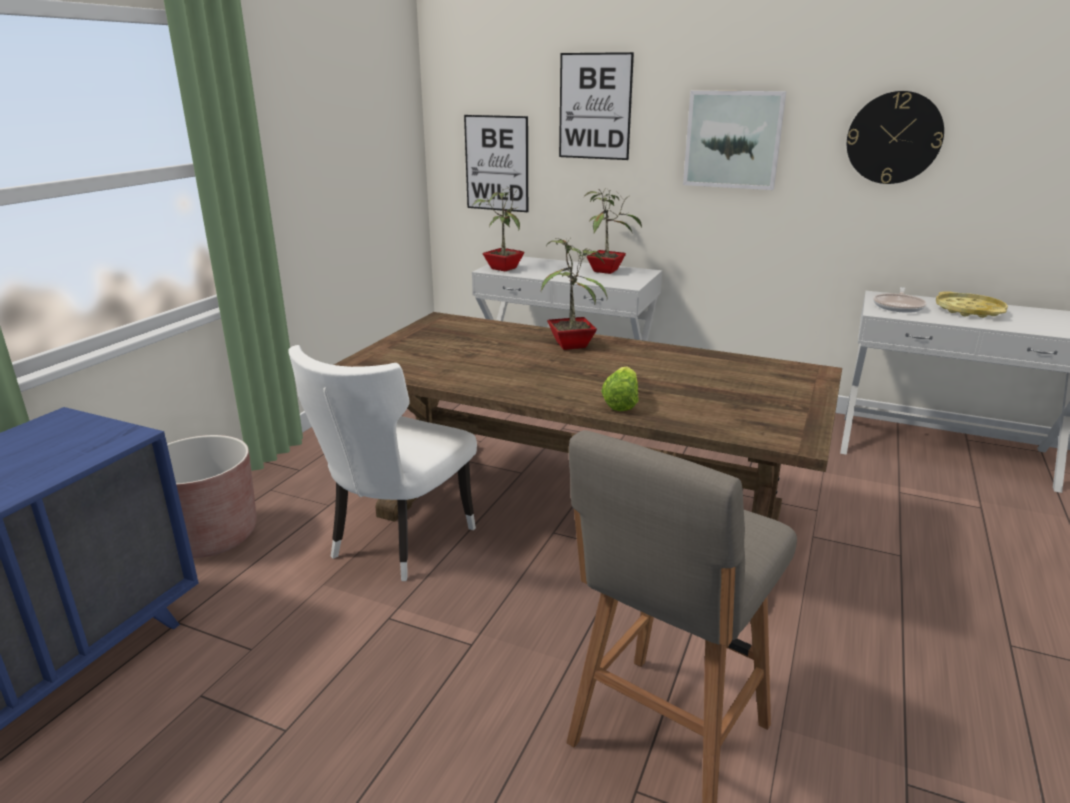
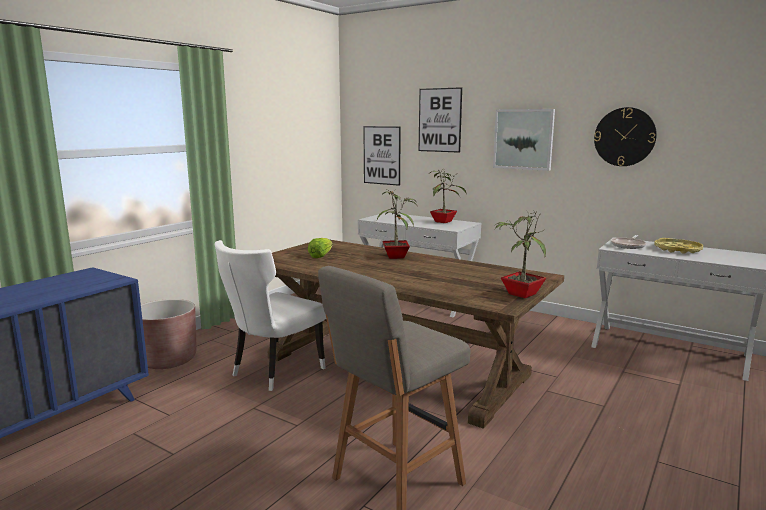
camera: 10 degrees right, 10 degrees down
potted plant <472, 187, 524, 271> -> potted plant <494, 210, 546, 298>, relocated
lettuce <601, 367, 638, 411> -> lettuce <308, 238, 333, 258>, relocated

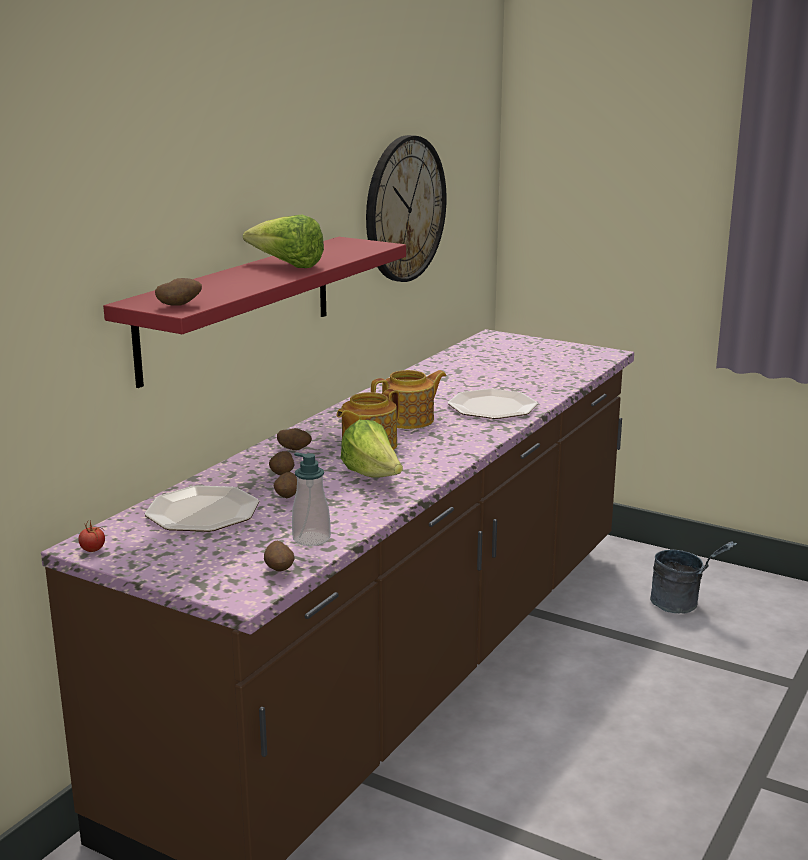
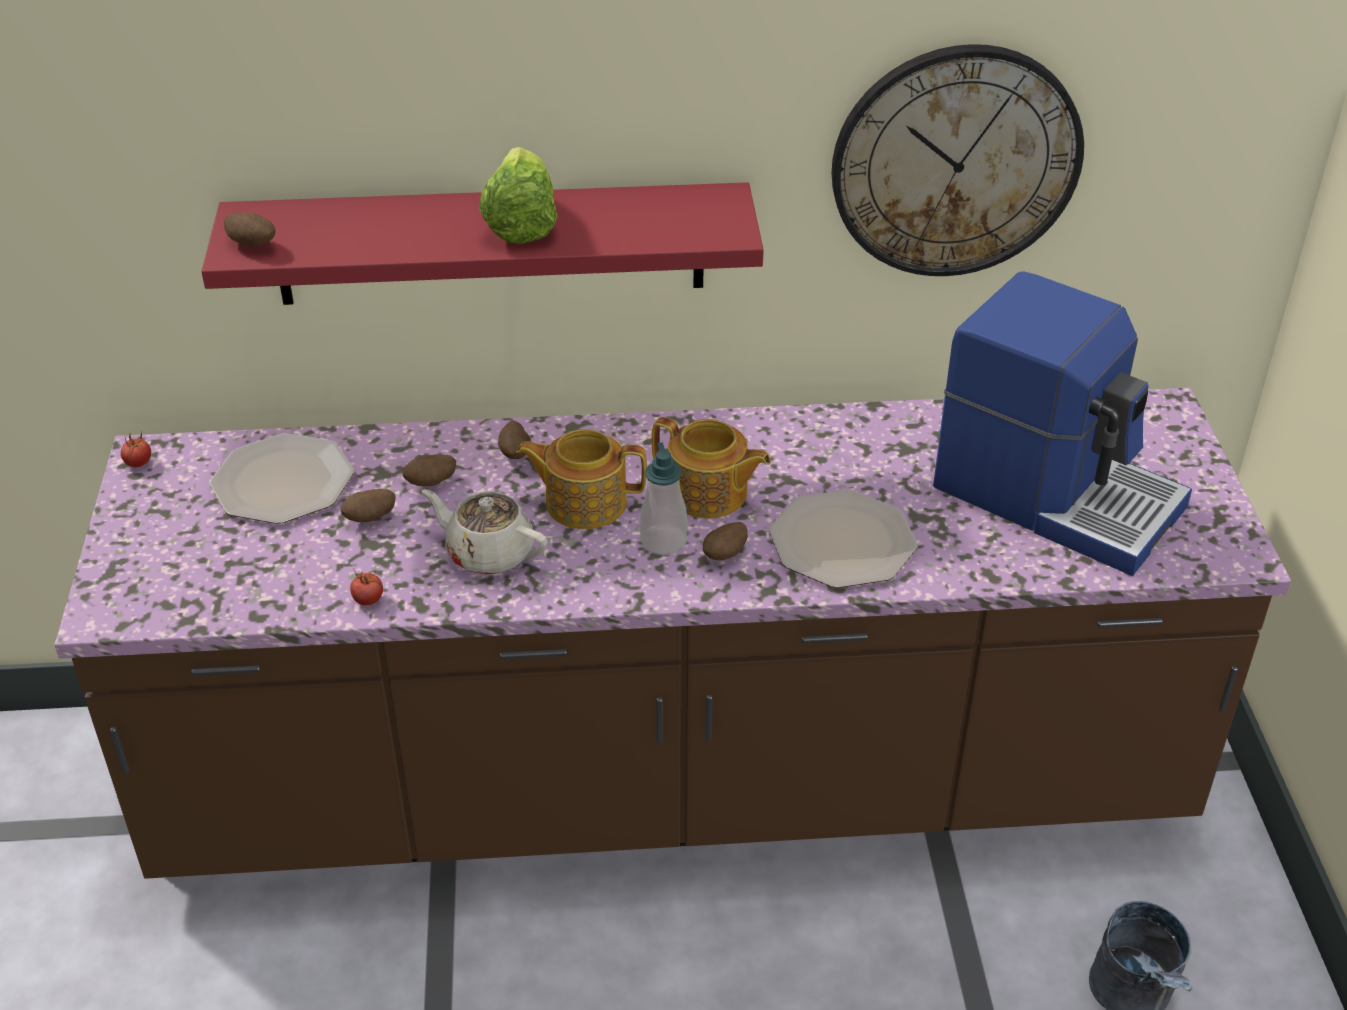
camera: 55 degrees right, 20 degrees up
lettuce <341, 420, 403, 478> -> beige teapot <422, 489, 548, 575>
soap dispenser <292, 452, 331, 546> -> soap dispenser <640, 442, 687, 555>, relocated
potato <264, 541, 295, 572> -> potato <703, 522, 748, 560>, relocated
none -> coffee machine <933, 271, 1192, 576>
none -> tomato <350, 571, 383, 606>

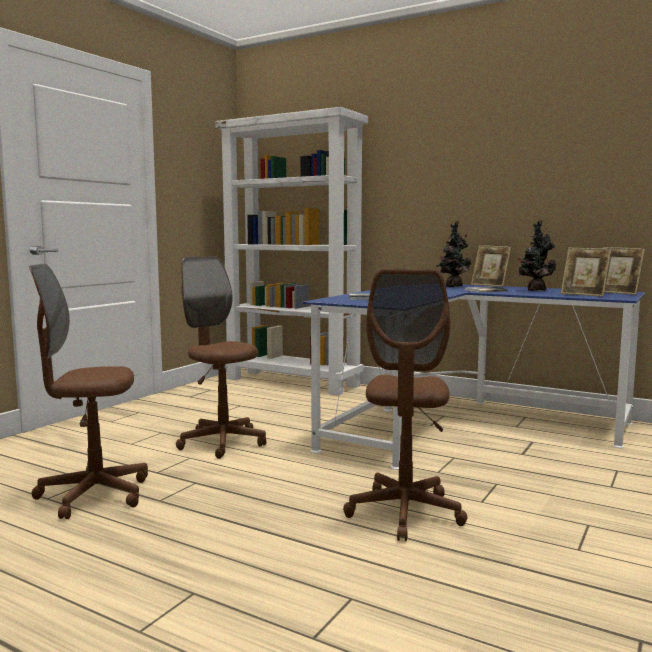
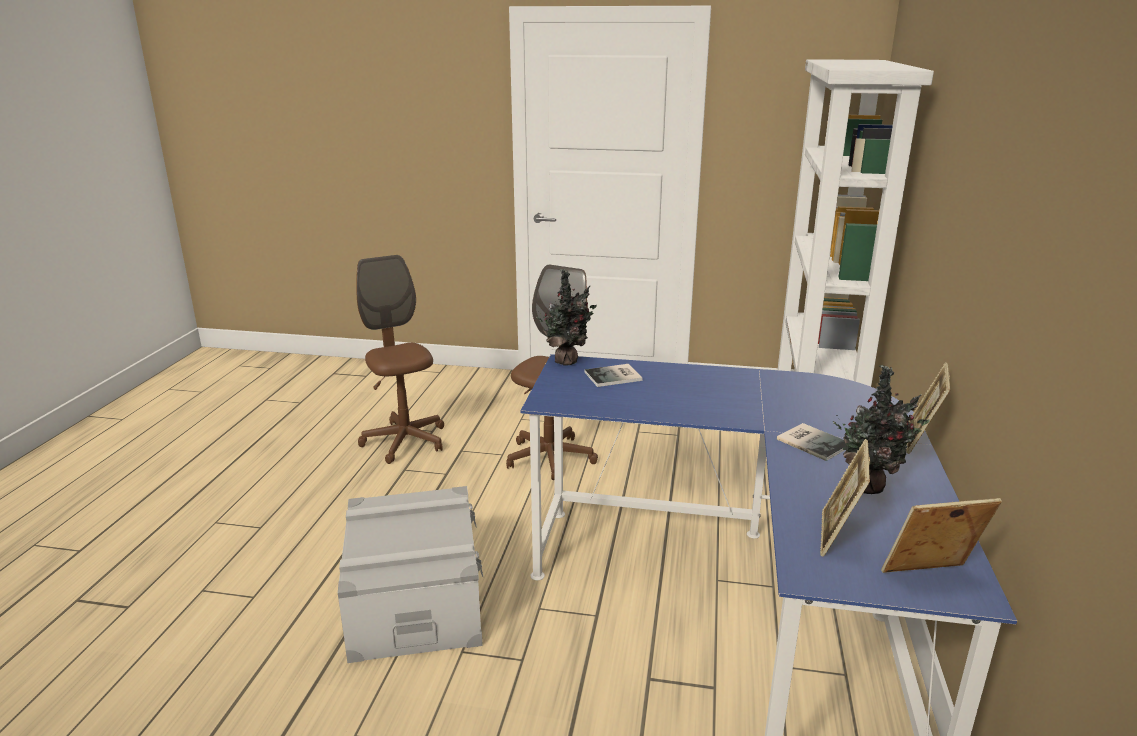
camera: 70 degrees right, 15 degrees up
potted plant <436, 221, 471, 287> -> potted plant <536, 269, 597, 366>, relocated
picture frame <603, 247, 645, 295> -> picture frame <881, 498, 1002, 573>, 60 degrees clockwise
brown office chair <343, 269, 468, 541> -> grey storage box <338, 486, 483, 663>

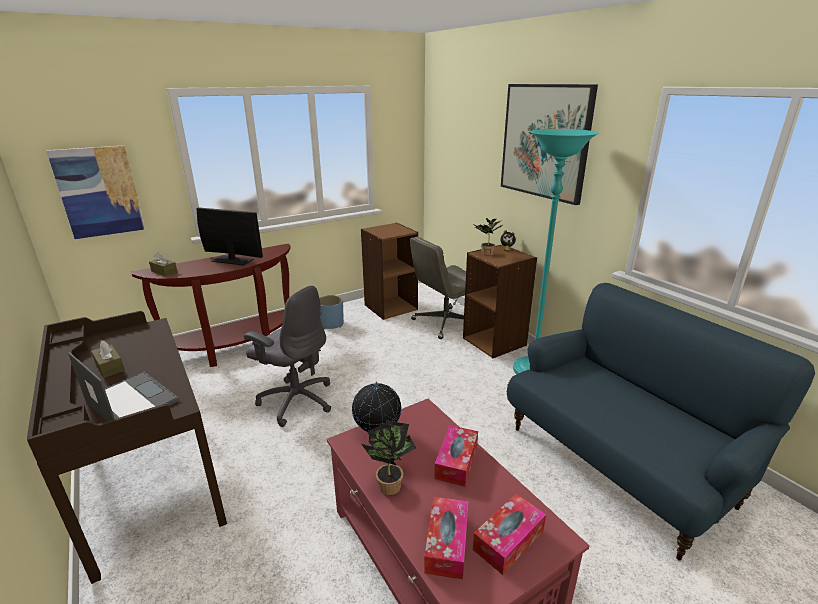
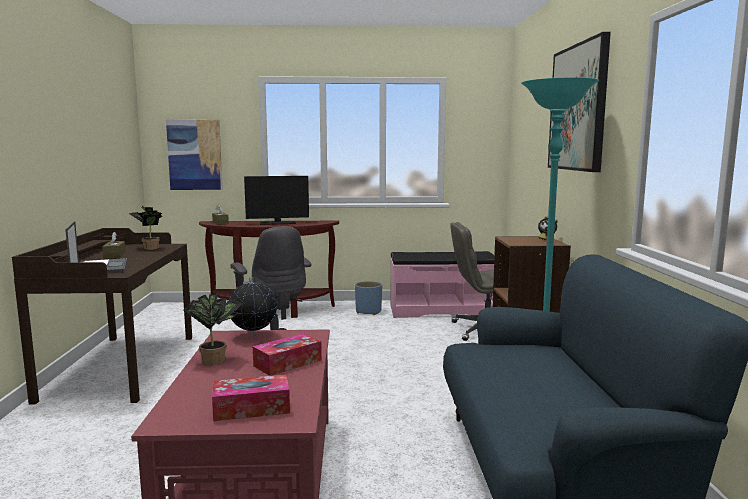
camera: 30 degrees right, 15 degrees down
monitor <196, 207, 263, 266> -> monitor <244, 176, 309, 225>, 120 degrees clockwise
potted plant <472, 218, 502, 256> -> potted plant <129, 206, 162, 250>, relocated
brown bookcase <361, 223, 418, 320> -> pink bench <390, 251, 495, 318>
tissue box <424, 497, 468, 579> -> none

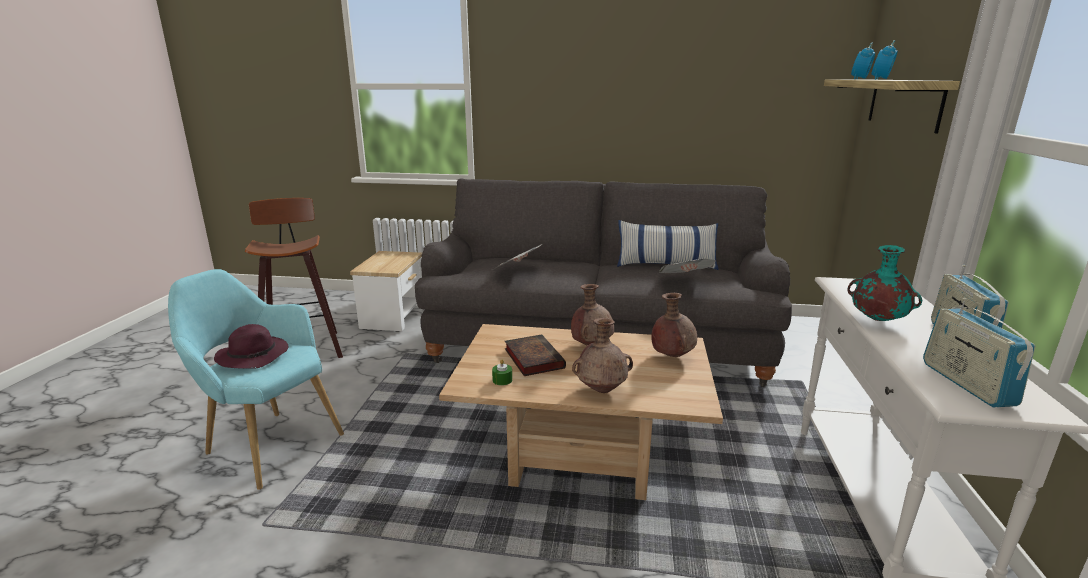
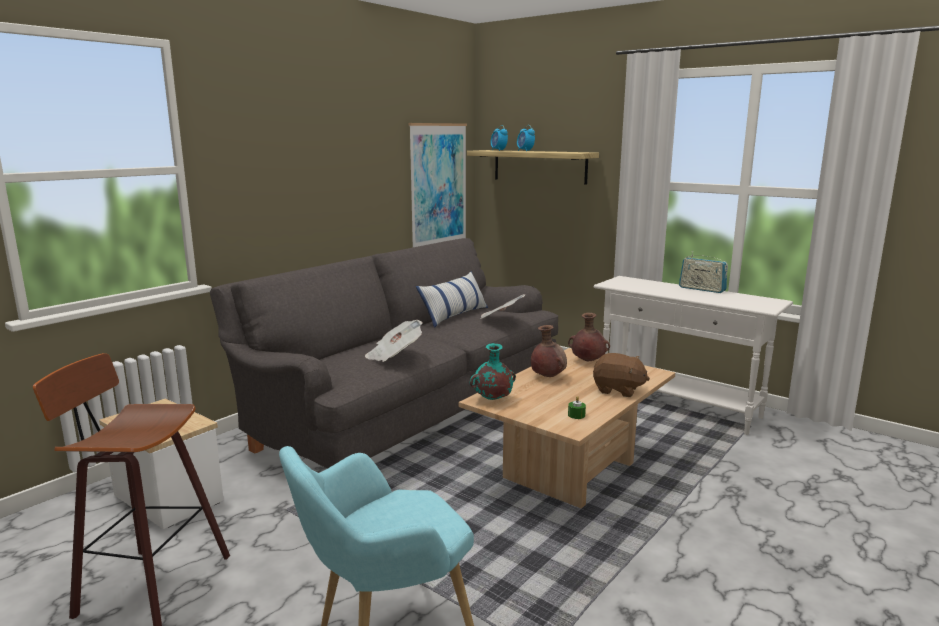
camera: 60 degrees left, 5 degrees down
turquoise vase <847, 245, 922, 321> -> turquoise vase <470, 343, 516, 400>, relocated
radio <923, 298, 1036, 408> -> none
brown vase <572, 318, 633, 393> -> brown plush toy <593, 353, 650, 397>
purple hat <214, 324, 289, 369> -> none
book <505, 334, 566, 376> -> none
none -> picture <408, 123, 467, 247>

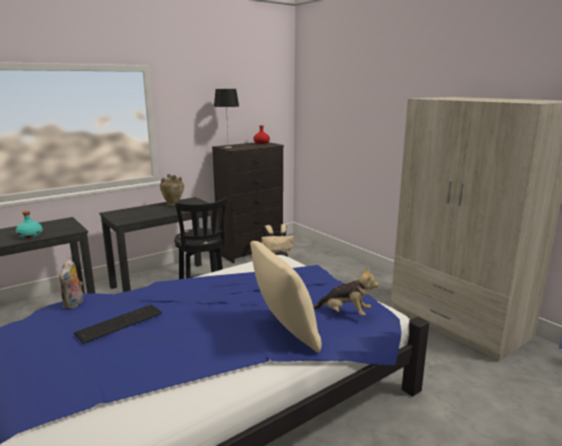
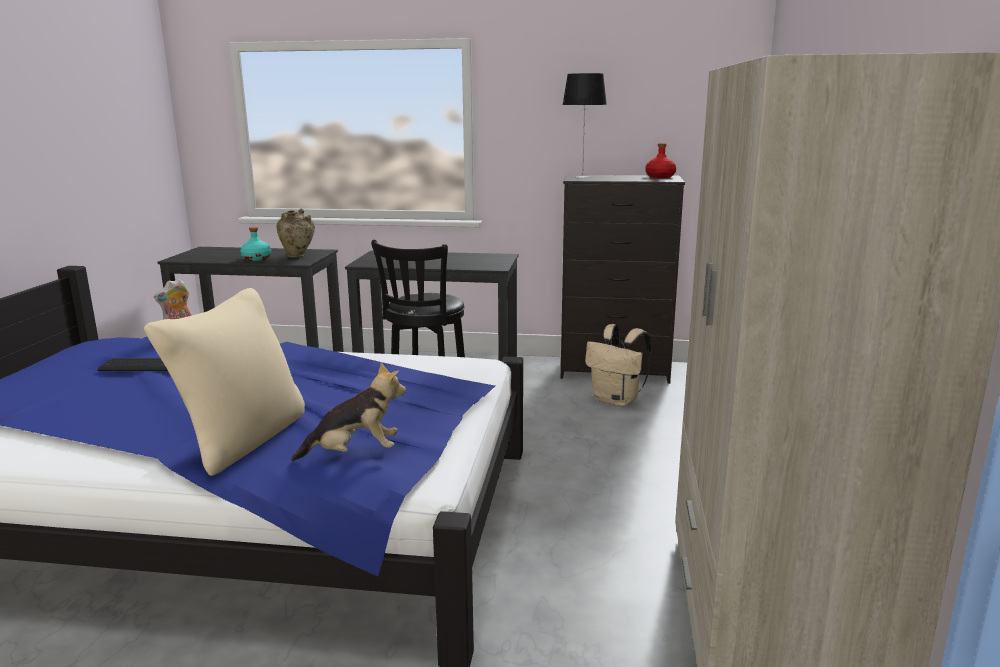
camera: 45 degrees right, 0 degrees up
beige vase <160, 174, 184, 206> -> beige vase <276, 209, 315, 258>, relocated
plush toy <313, 268, 379, 316> -> plush toy <291, 363, 406, 461>, 75 degrees counterclockwise

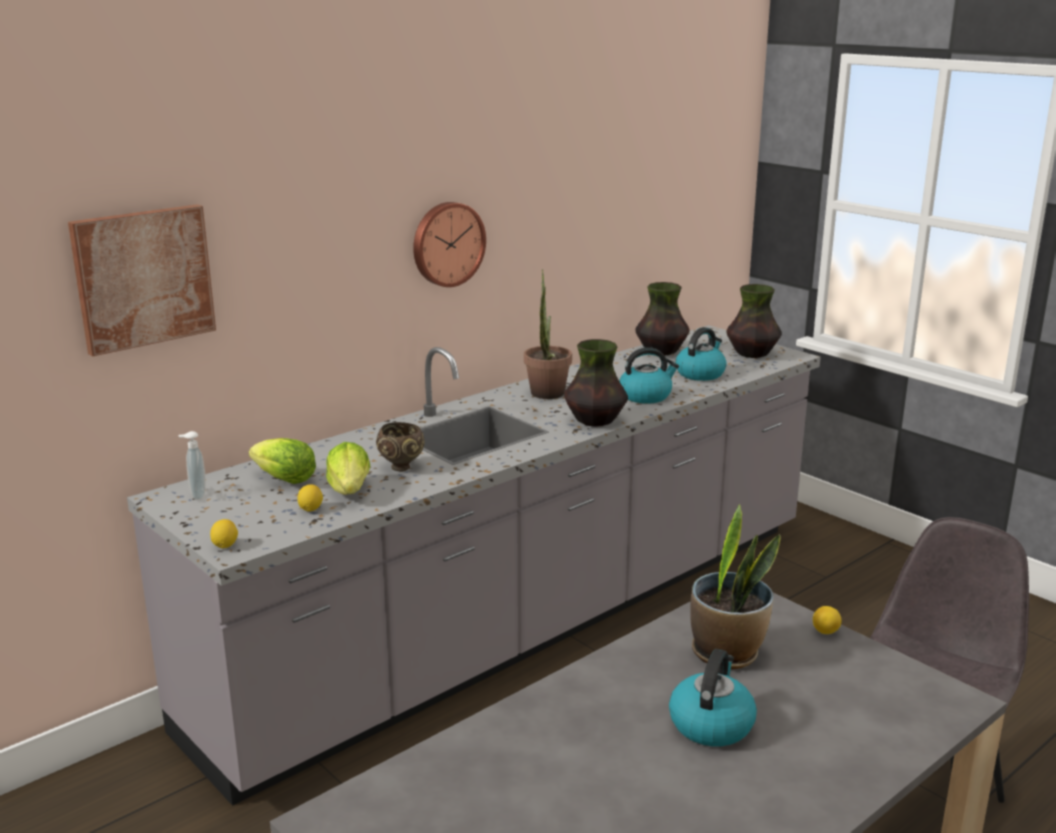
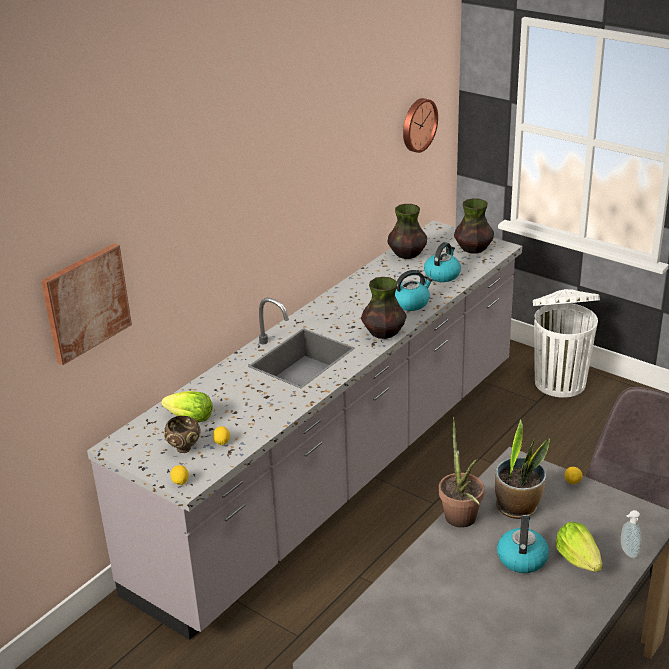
camera: 10 degrees left, 10 degrees up
wall clock <413, 202, 486, 287> -> wall clock <403, 98, 438, 153>, relocated
potted plant <524, 269, 572, 399> -> potted plant <439, 417, 484, 528>, relocated
brown bowl <376, 422, 425, 472> -> brown bowl <164, 416, 200, 453>, relocated
soap dispenser <179, 431, 206, 500> -> soap dispenser <621, 510, 642, 559>, relocated
lettuce <326, 442, 370, 495> -> lettuce <556, 522, 602, 572>, relocated
none -> white trash can <533, 289, 600, 398>

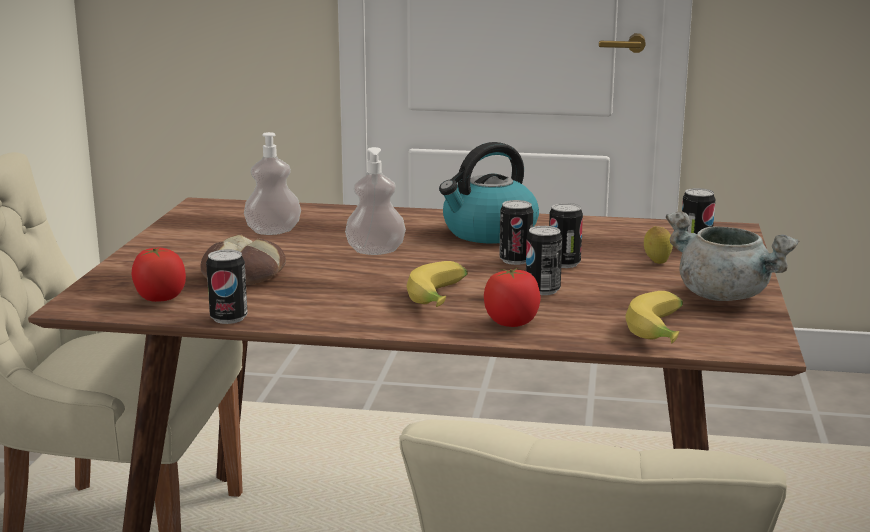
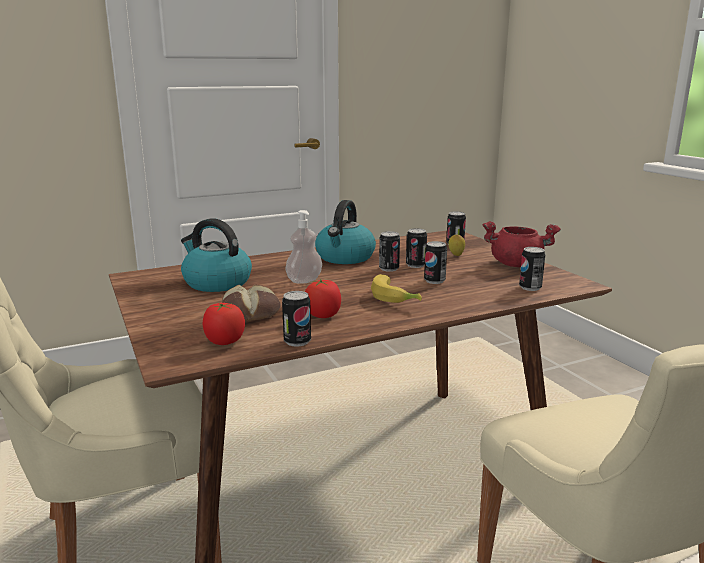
camera: 35 degrees left, 0 degrees up
soap dispenser <244, 132, 301, 235> -> kettle <181, 218, 252, 292>
grey cooking pot <666, 211, 799, 301> -> red cooking pot <483, 221, 561, 267>
tomato <484, 268, 540, 327> -> tomato <305, 279, 341, 318>, relocated
banana <625, 291, 683, 343> -> can <519, 247, 545, 291>

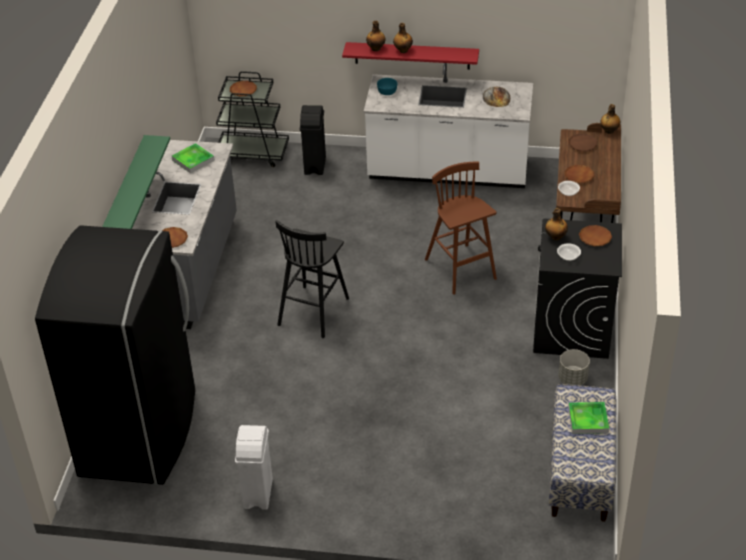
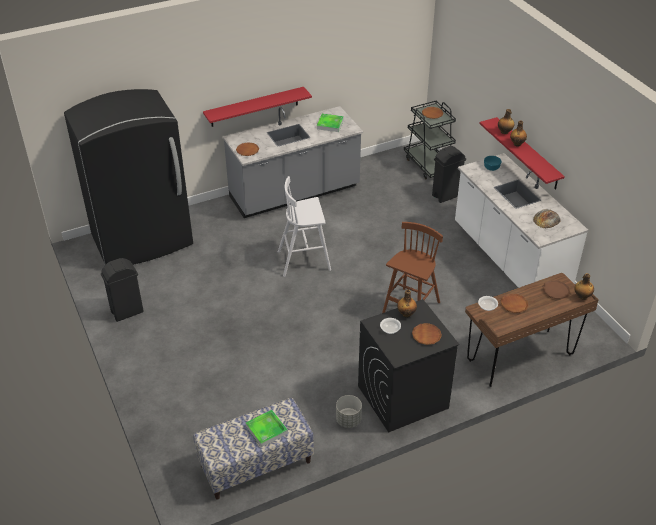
camera: 55 degrees right, 0 degrees up
green shelf <102, 135, 170, 229> -> red shelf <203, 87, 312, 127>
black stool <275, 220, 349, 338> -> white stool <278, 176, 331, 277>
white trash can <235, 425, 273, 510> -> black trash can <101, 258, 143, 322>

